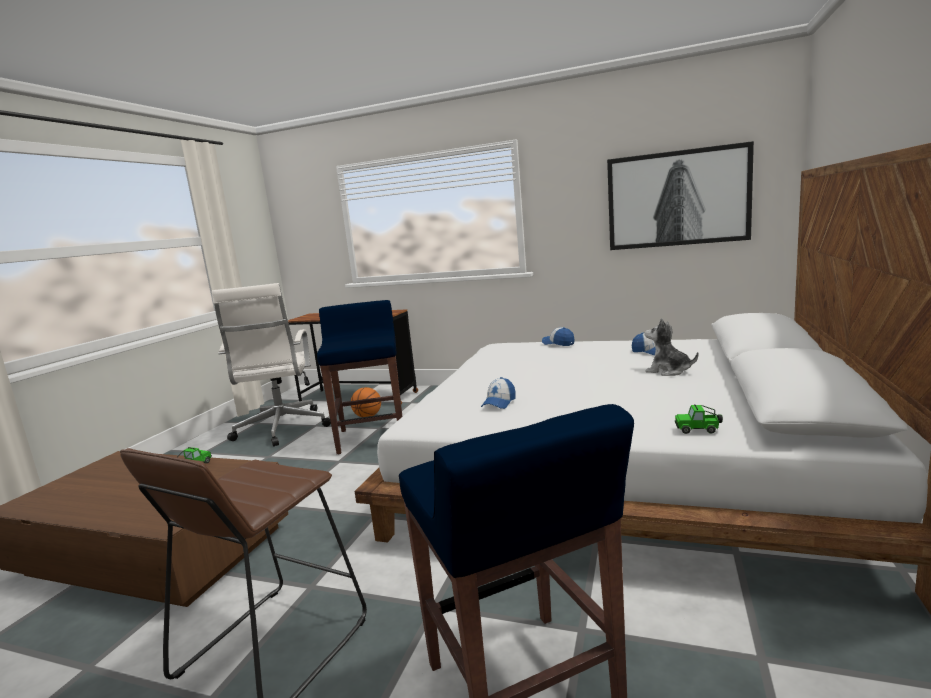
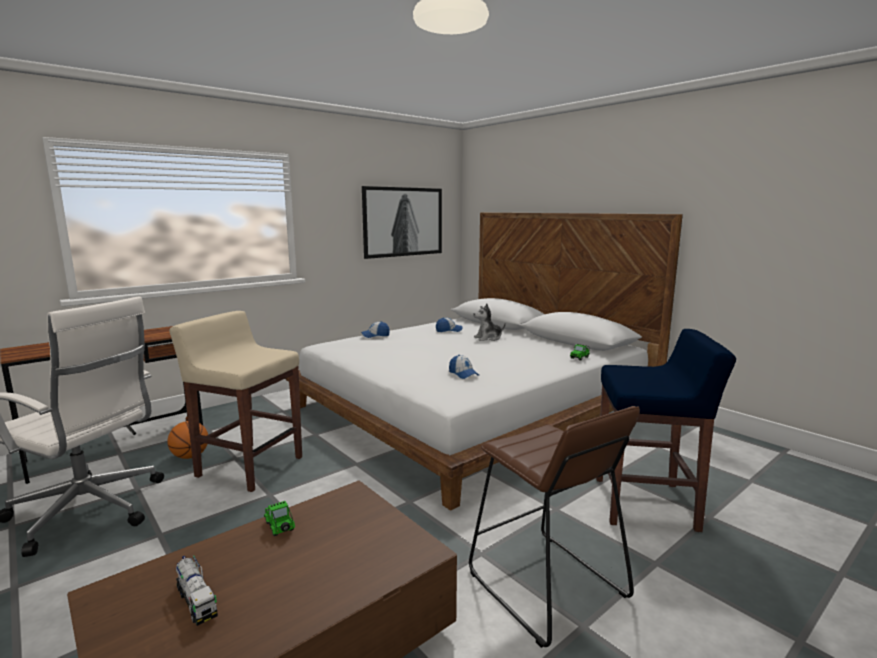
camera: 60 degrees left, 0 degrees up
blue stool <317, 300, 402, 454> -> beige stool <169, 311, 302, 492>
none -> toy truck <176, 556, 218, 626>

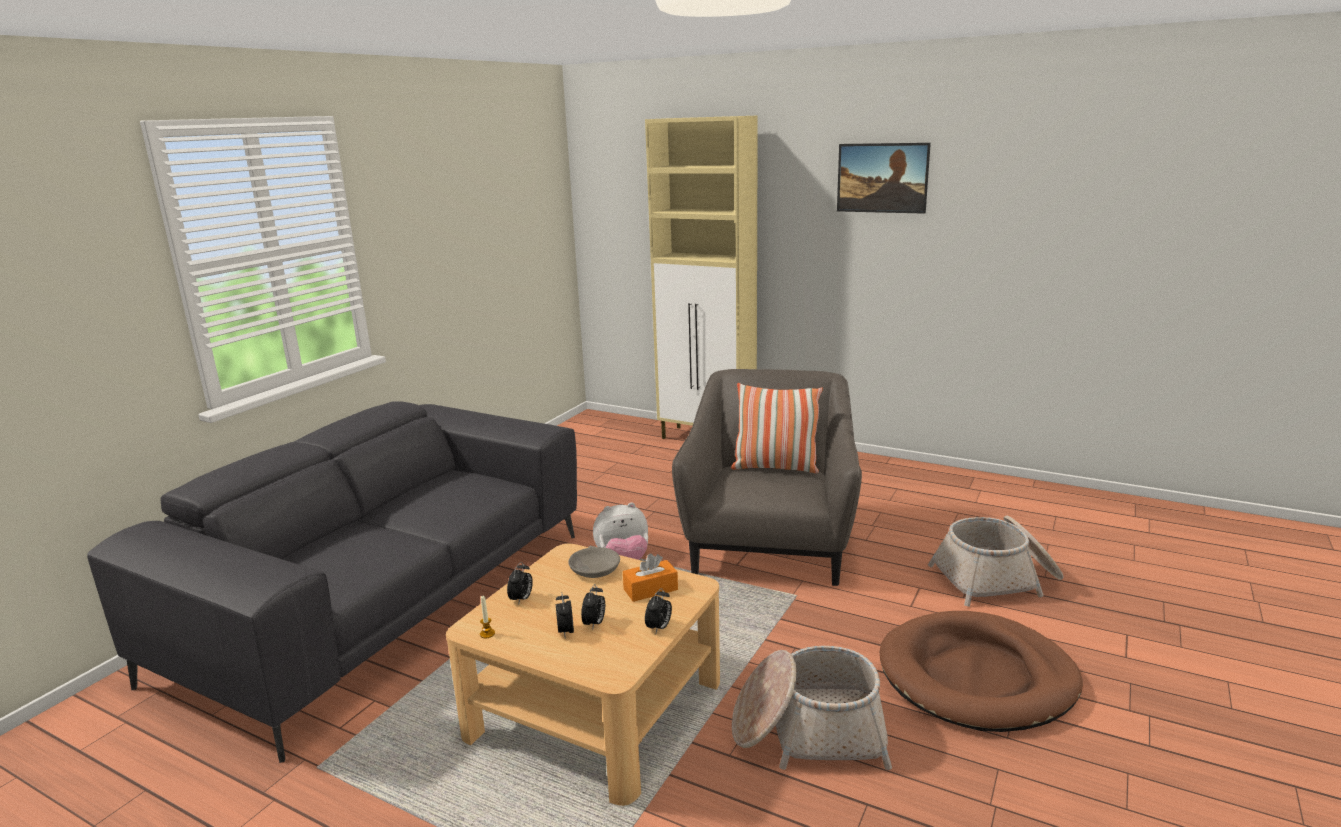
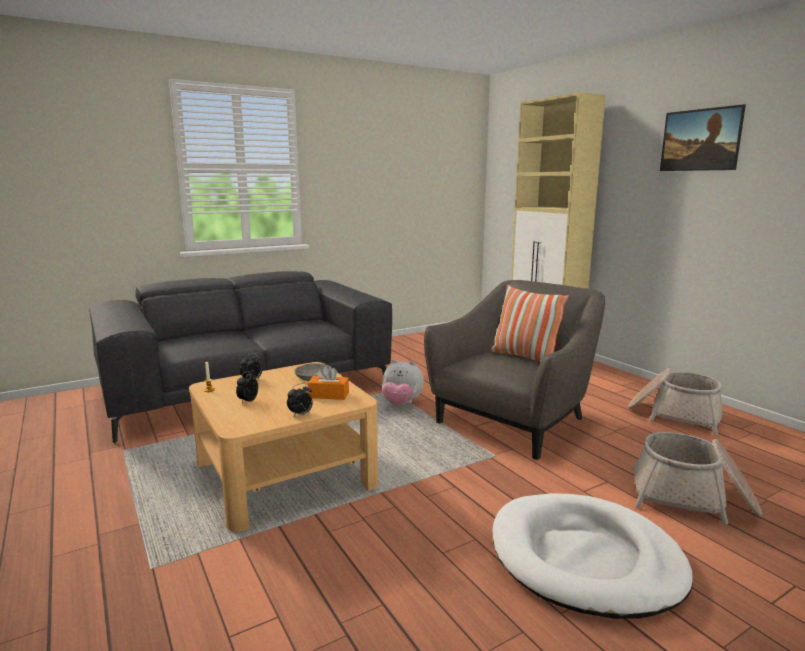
camera: 30 degrees right, 5 degrees down
alarm clock <581, 584, 605, 629> -> none
brown dog bed <880, 611, 1083, 732> -> white dog bed <492, 493, 693, 619>
basket <732, 646, 892, 770> -> basket <628, 368, 723, 435>, relocated

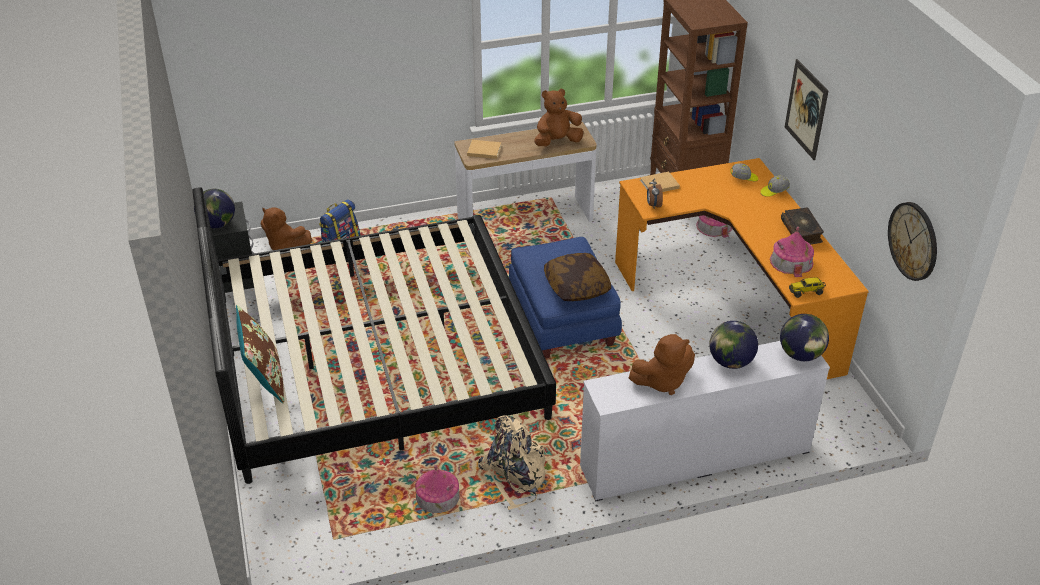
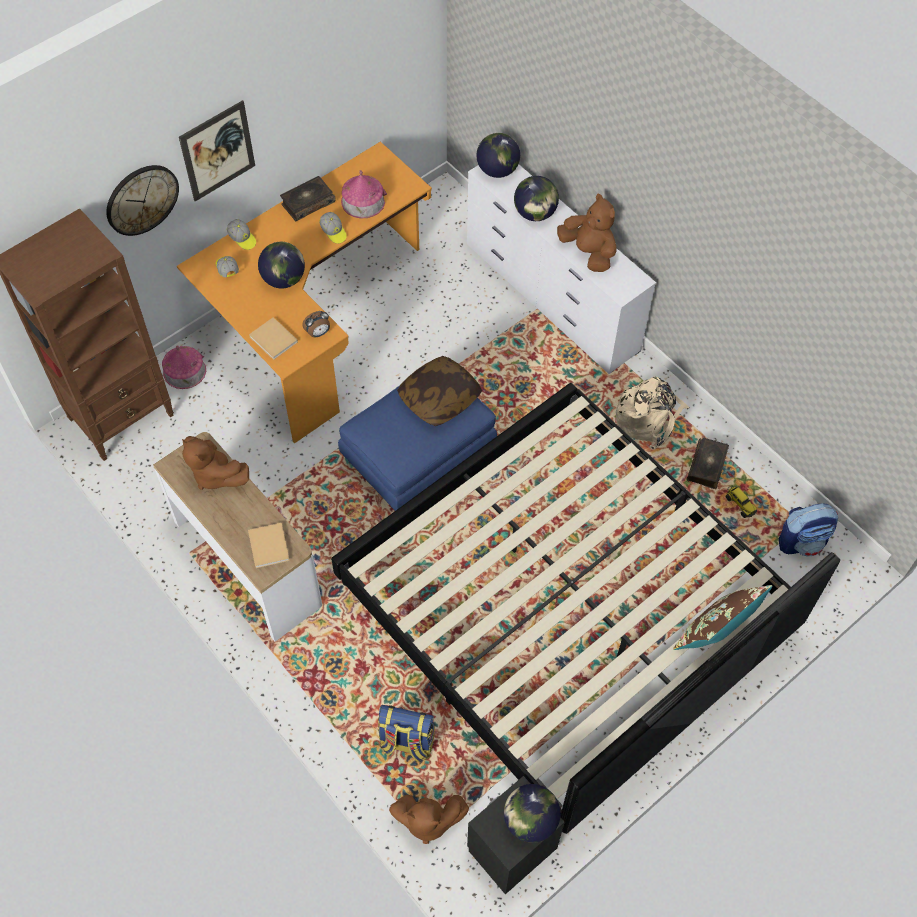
camera: 115 degrees left, 20 degrees up
wall clock <888, 202, 937, 281> -> wall clock <106, 165, 179, 236>, relocated
brown plush toy <261, 208, 312, 250> -> brown plush toy <389, 795, 469, 844>, 90 degrees clockwise
toy truck <789, 277, 826, 298> -> toy truck <726, 486, 757, 518>, relocated
toy house <415, 465, 460, 513> -> book <687, 438, 729, 489>
none -> cap <319, 212, 347, 244>
none -> globe <258, 242, 305, 288>
none -> backpack <778, 503, 838, 557>

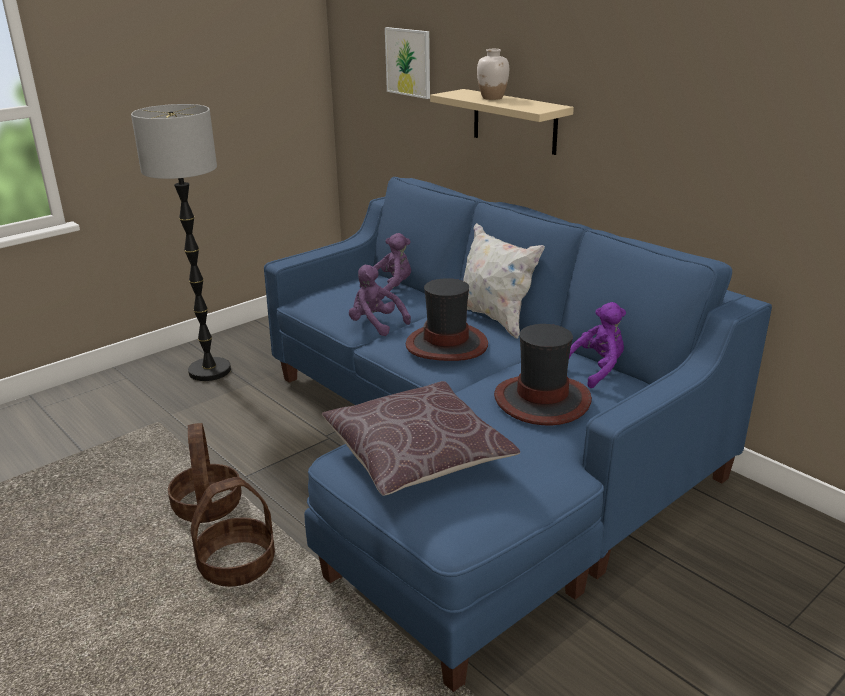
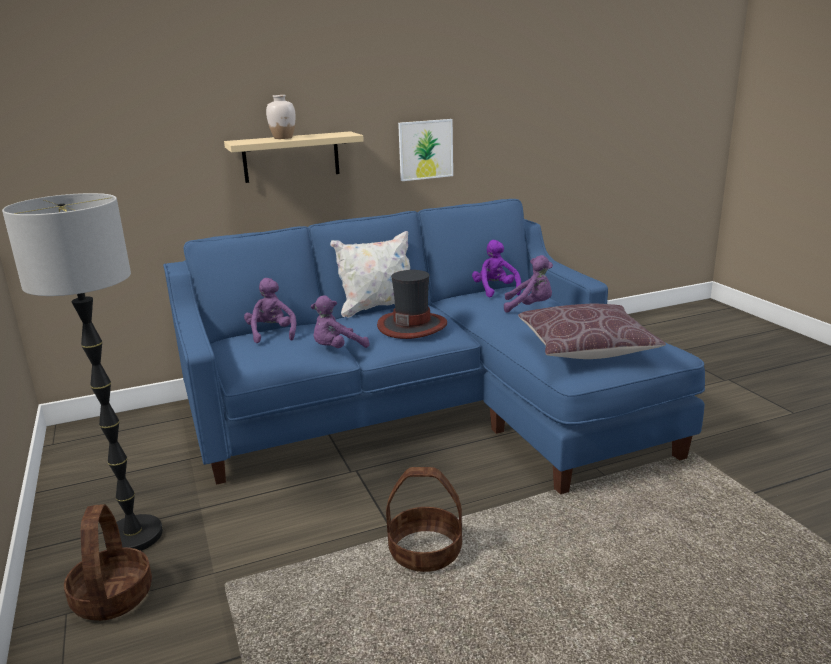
camera: 70 degrees left, 5 degrees down
picture <385, 27, 430, 99> -> picture <398, 119, 453, 181>, relocated
hat <494, 324, 592, 425> -> purple plush toy <504, 255, 553, 313>
basket <191, 477, 275, 587> -> basket <64, 504, 152, 621>, relocated

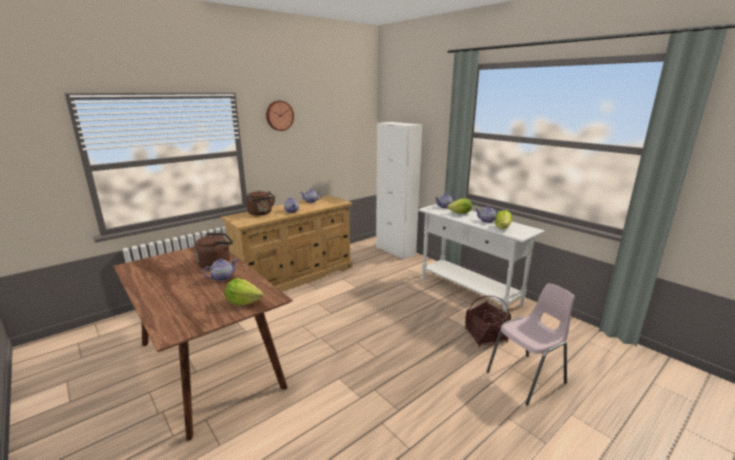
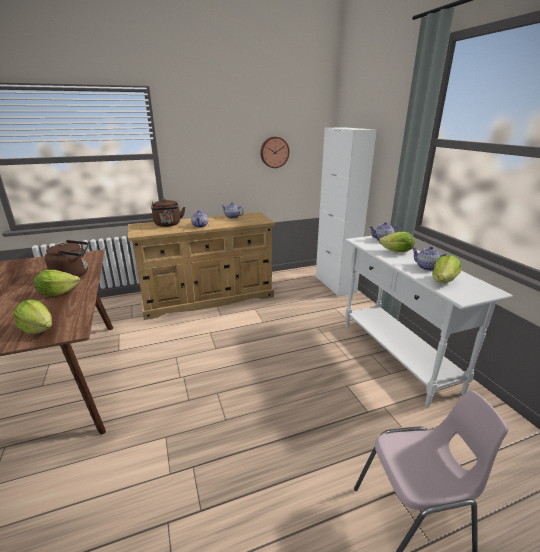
camera: 20 degrees right, 5 degrees up
wall clock <266, 101, 294, 131> -> wall clock <260, 137, 289, 168>, relocated
teapot <203, 259, 238, 281> -> lettuce <34, 270, 80, 296>
basket <465, 296, 511, 347> -> none

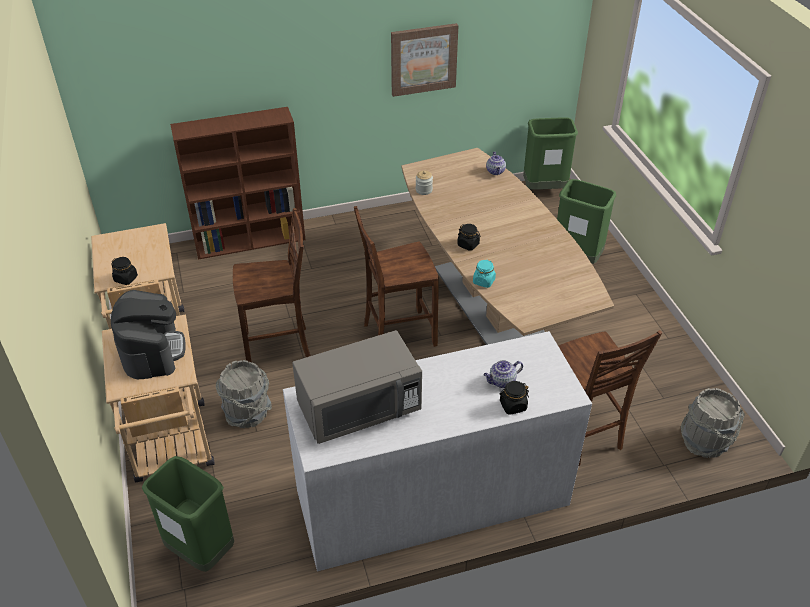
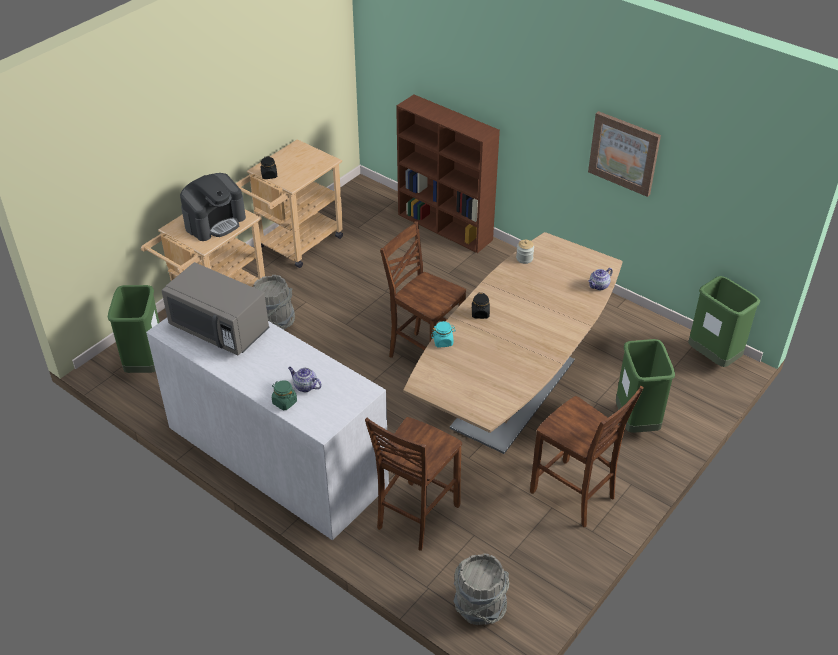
camera: 55 degrees right, 0 degrees up
brown chair <233, 208, 310, 362> -> brown chair <530, 386, 644, 527>, relocated
black jar <499, 381, 529, 415> -> green jar <272, 380, 297, 410>

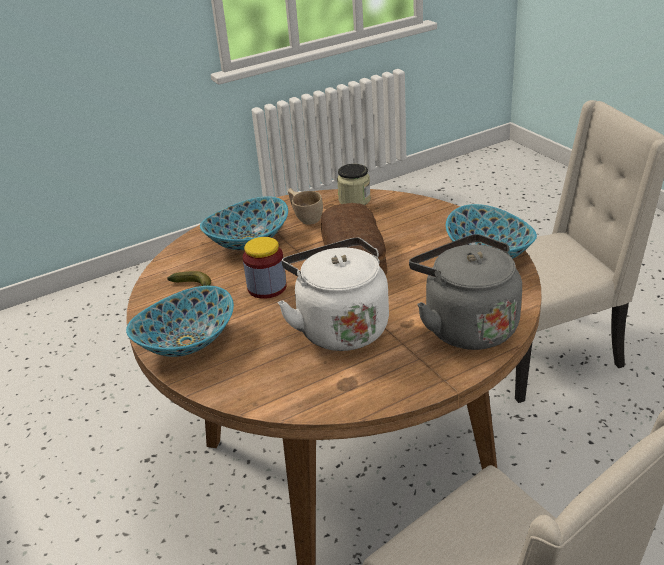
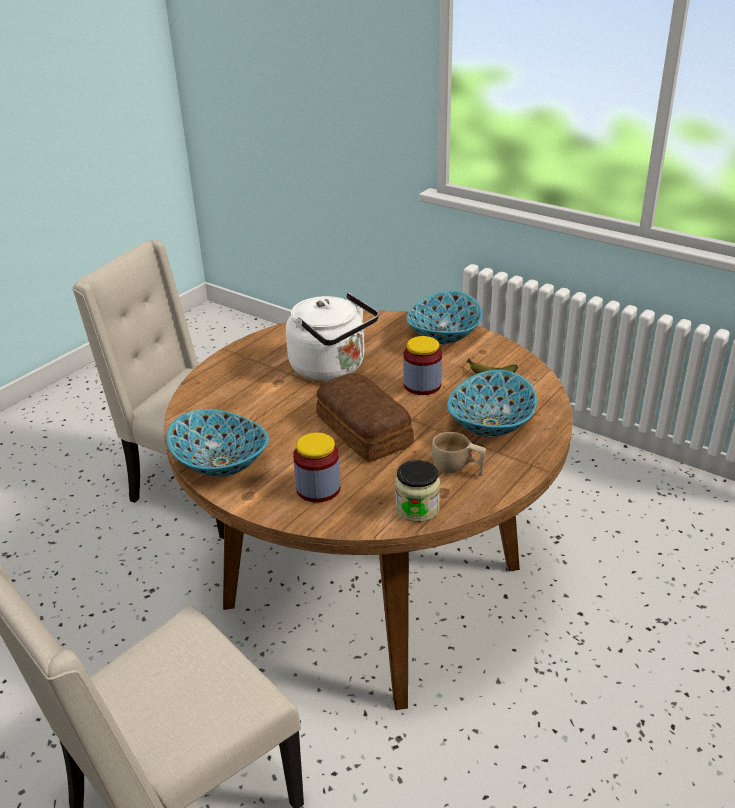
camera: 155 degrees right, 0 degrees up
grey kettle <409, 234, 522, 350> -> none
none -> jar <293, 432, 341, 503>

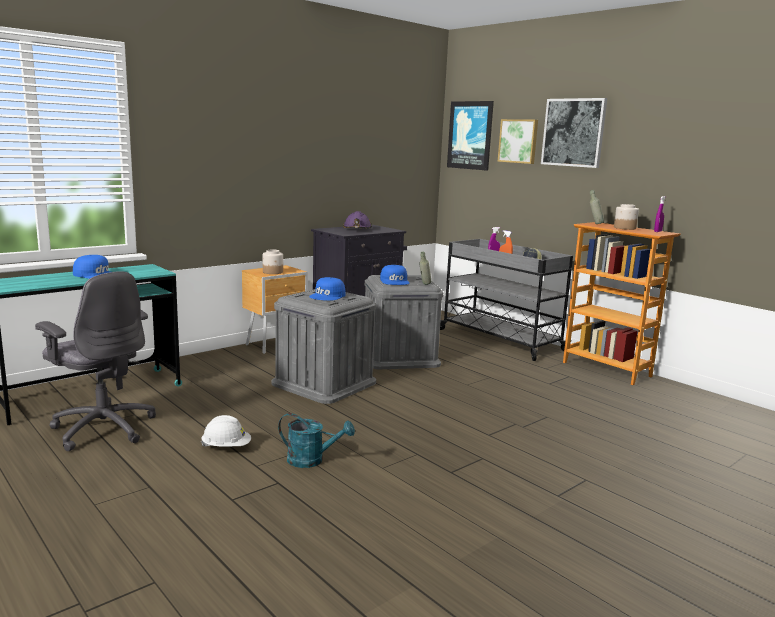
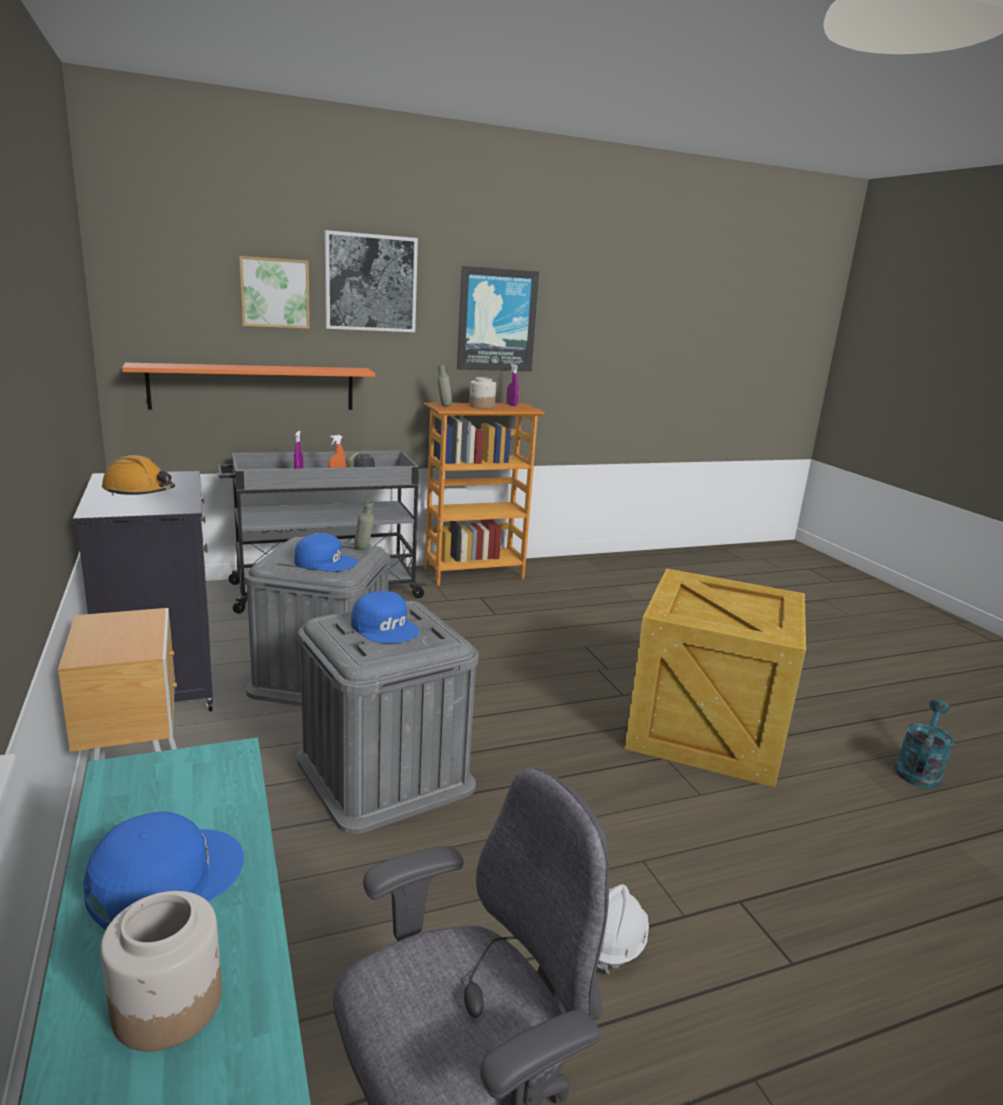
camera: 70 degrees left, 5 degrees up
picture <447, 101, 494, 171> -> picture <457, 266, 539, 371>, relocated
purple hard hat <343, 211, 372, 229> -> orange hard hat <102, 455, 175, 496>
jar <263, 250, 283, 274> -> jar <100, 891, 222, 1052>, relocated
turquoise watering can <278, 413, 355, 468> -> turquoise watering can <894, 699, 954, 788>, relocated
none -> orange shelf <122, 363, 375, 410>
none -> crate <624, 568, 806, 788>

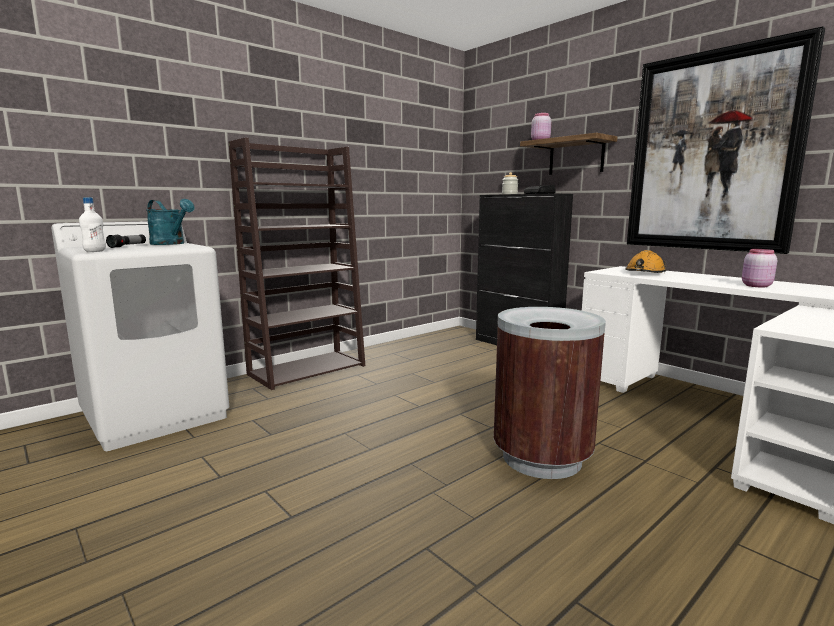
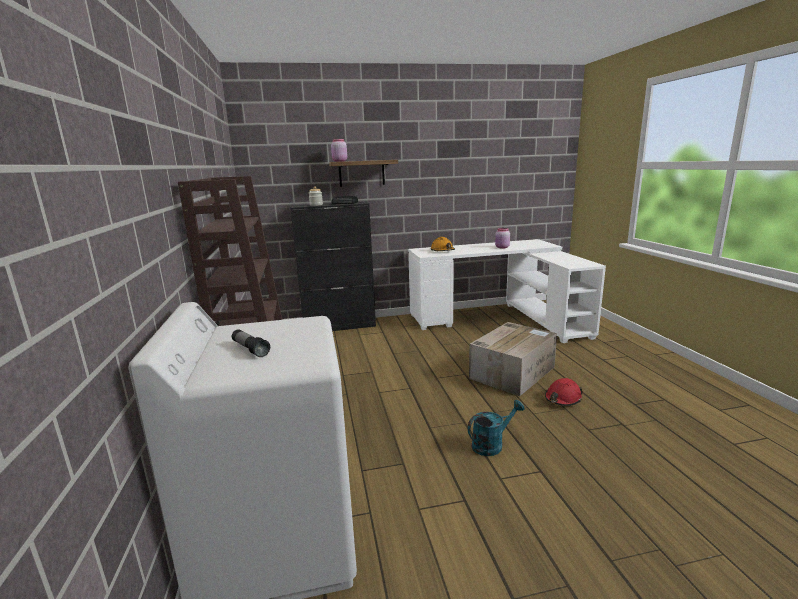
camera: 60 degrees left, 5 degrees up
picture <627, 26, 825, 254> -> none
white bottle <79, 198, 106, 252> -> none
turquoise watering can <146, 199, 194, 245> -> turquoise watering can <468, 400, 525, 456>, relocated
brown trash can <494, 307, 606, 479> -> cardboard box <469, 322, 557, 396>
none -> red hard hat <545, 378, 583, 406>

